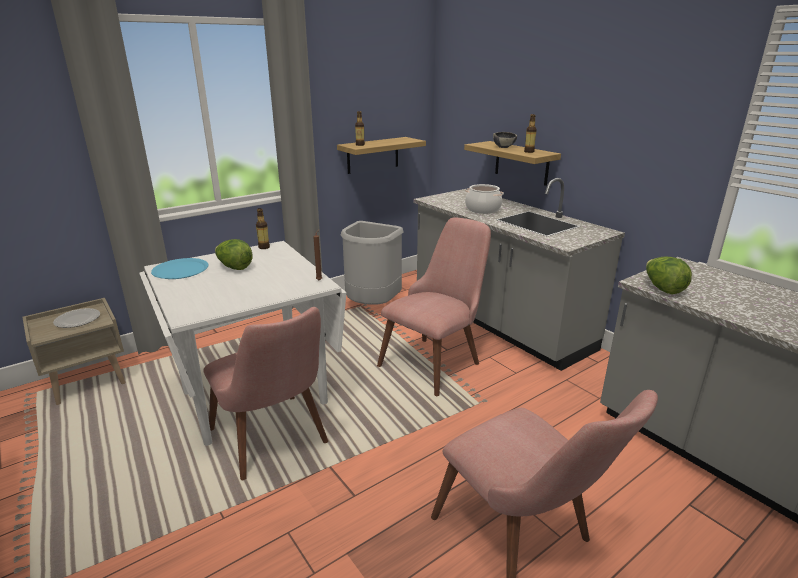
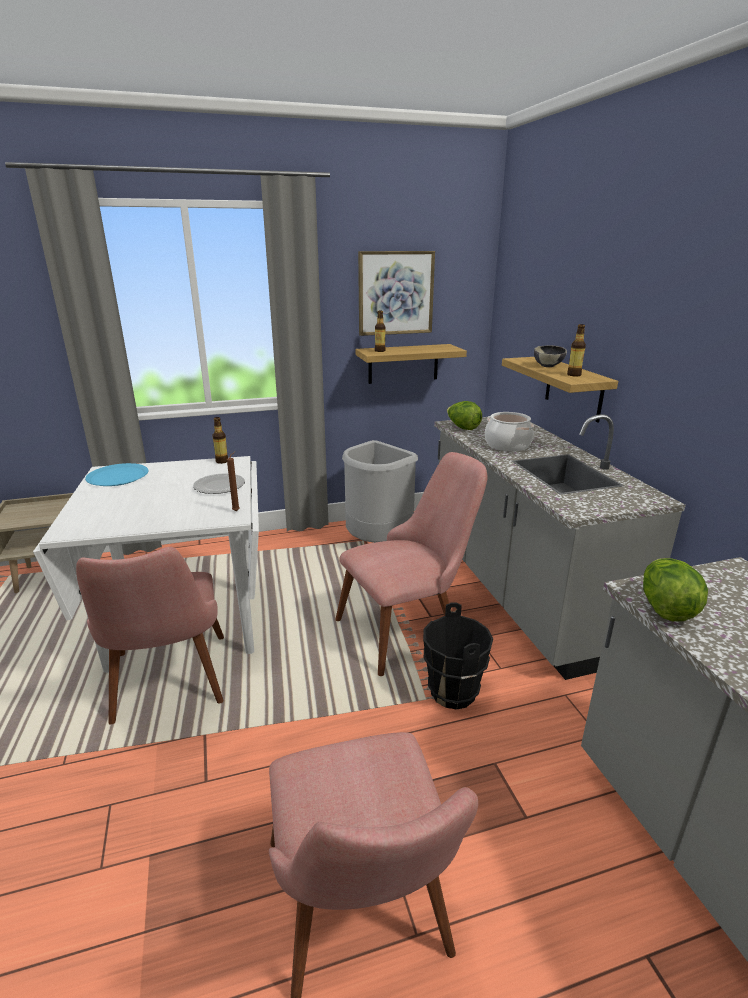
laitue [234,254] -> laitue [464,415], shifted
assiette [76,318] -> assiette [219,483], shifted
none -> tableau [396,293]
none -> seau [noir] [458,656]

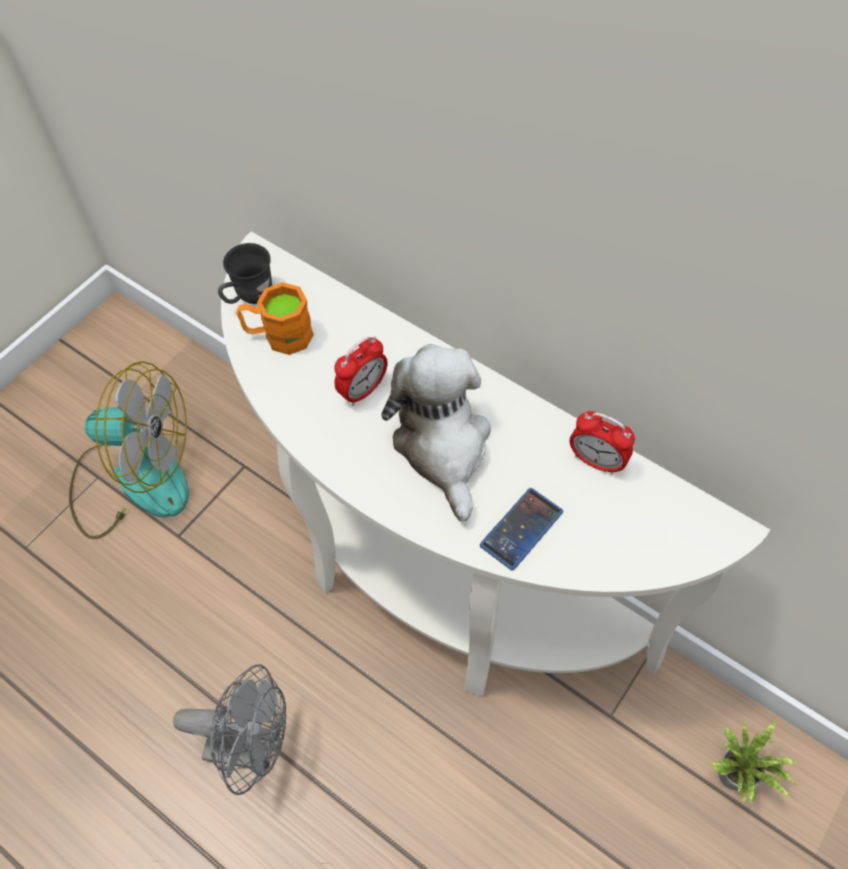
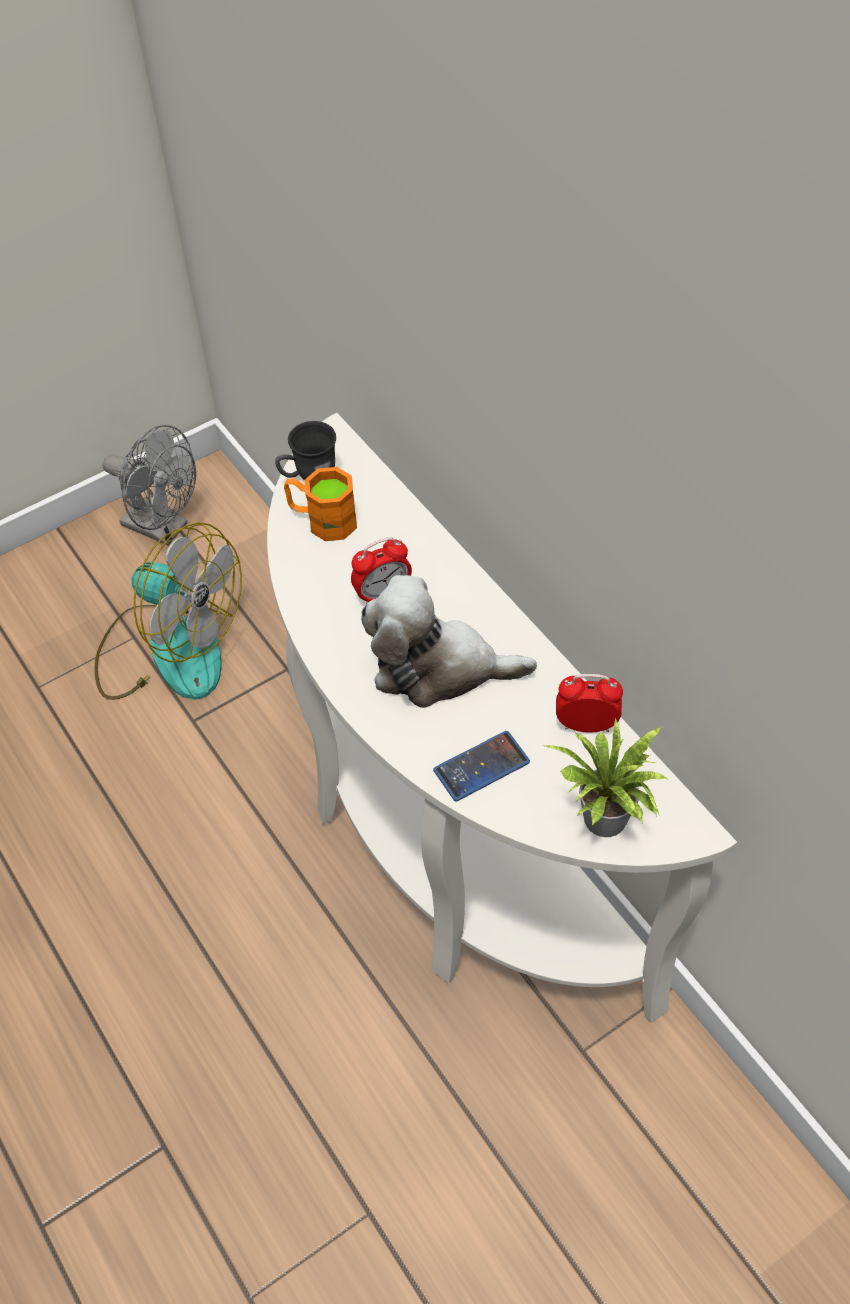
peluche [436,433] -> peluche [449,641], 90 degrees counterclockwise
réveil [602,442] -> réveil [589,703], 135 degrees clockwise
ventilateur [gris] [229,729] -> ventilateur [gris] [149,485], shifted
plante en pot [753,763] -> plante en pot [605,777], shifted

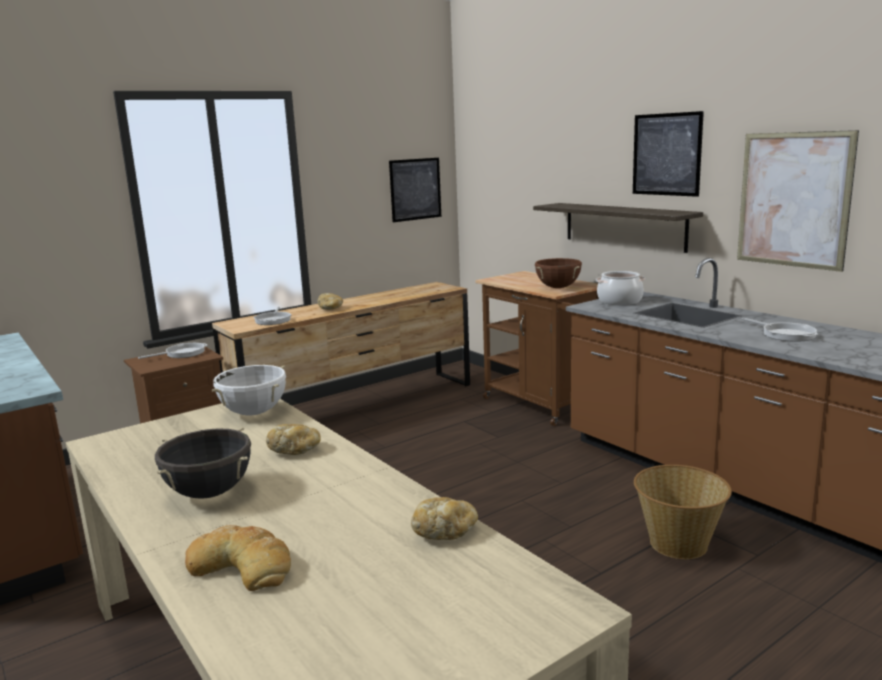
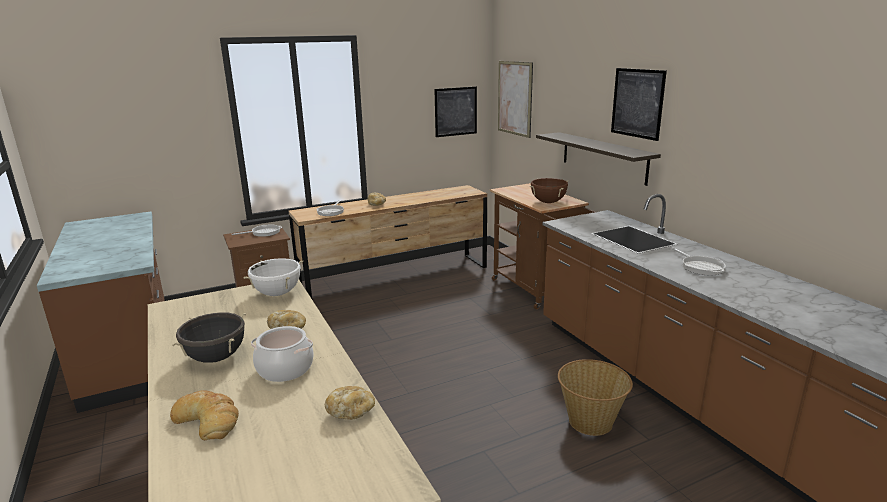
tableau [798,201] -> tableau [515,99], shifted
marmite [620,288] -> marmite [282,354], shifted

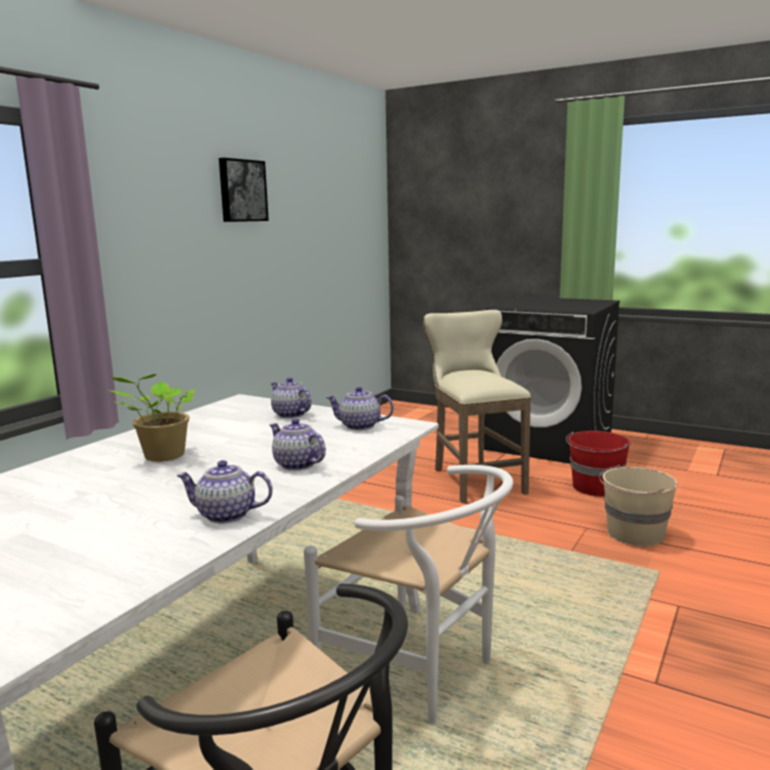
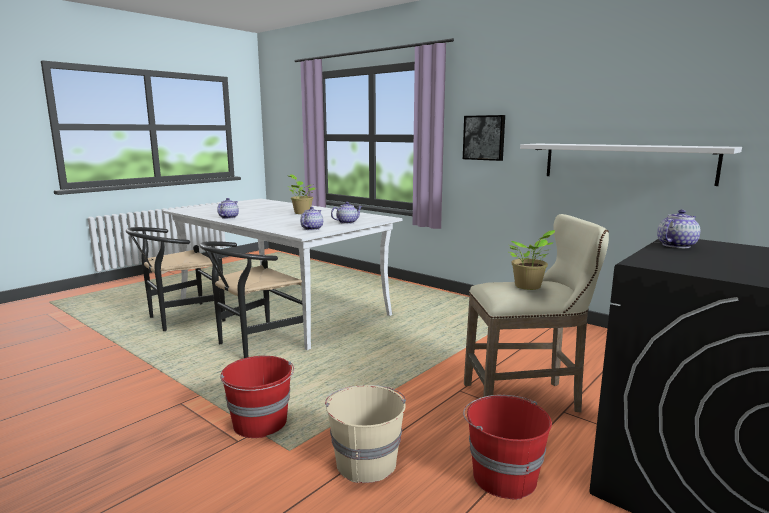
tableau [244,190] -> tableau [484,138], shifted
théière [298,445] -> théière [678,229], shifted
chaise [blanc] [408,594] -> chaise [noir] [251,299]
none -> étagère [blanc] [631,165]
none -> plante en pot [532,260]
none -> seau [rouge] [257,397]

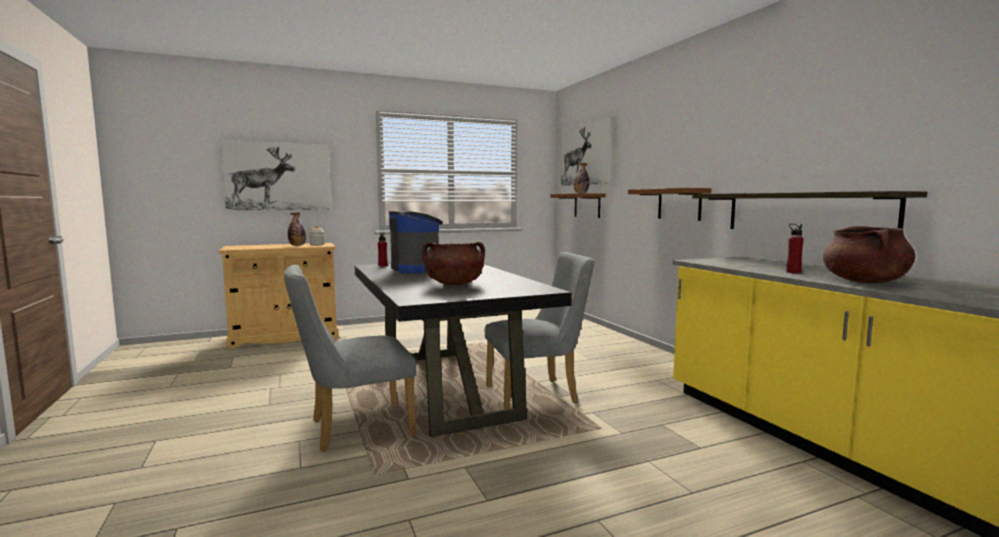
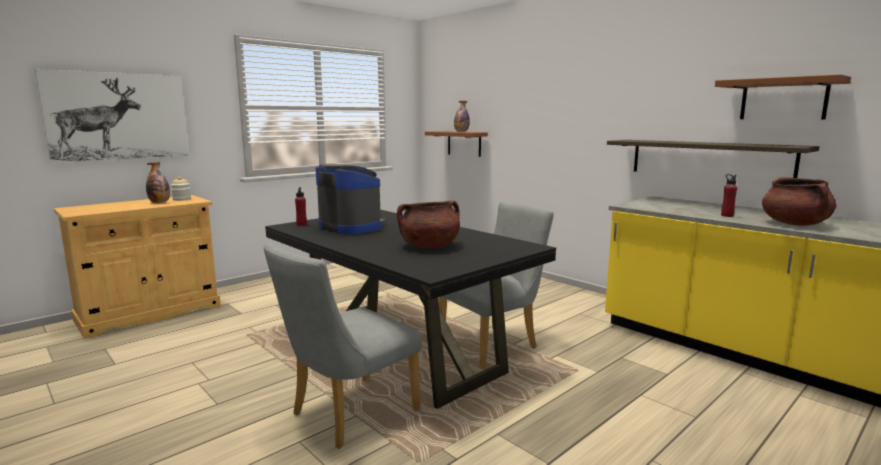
tableau [587,151] -> none
étagère [marron] [670,204] -> étagère [marron] [783,97], shifted

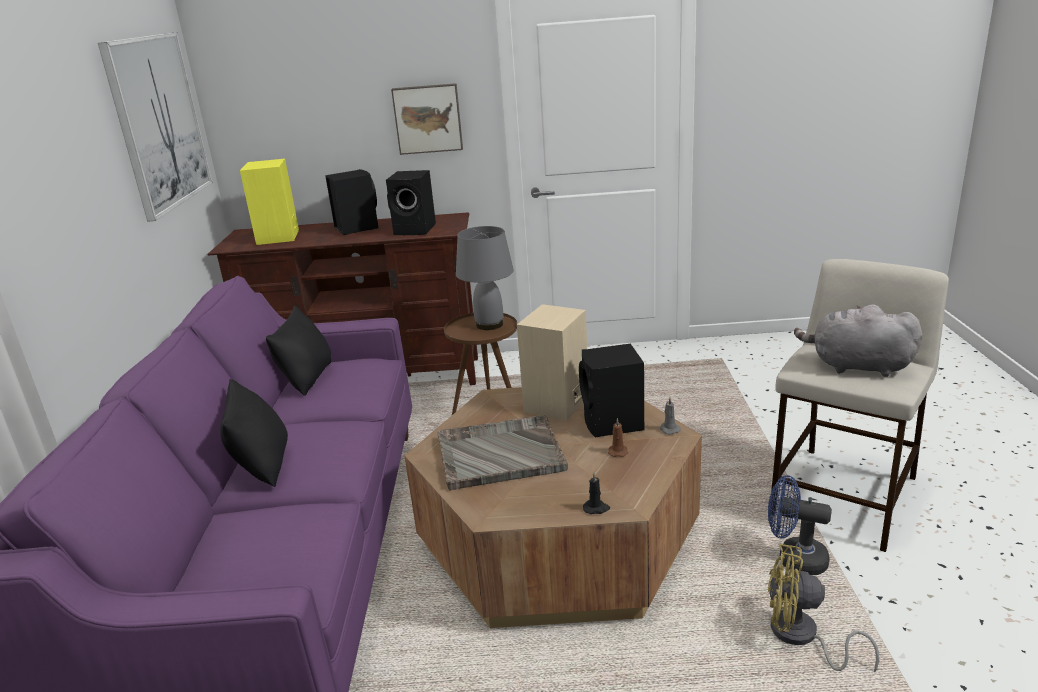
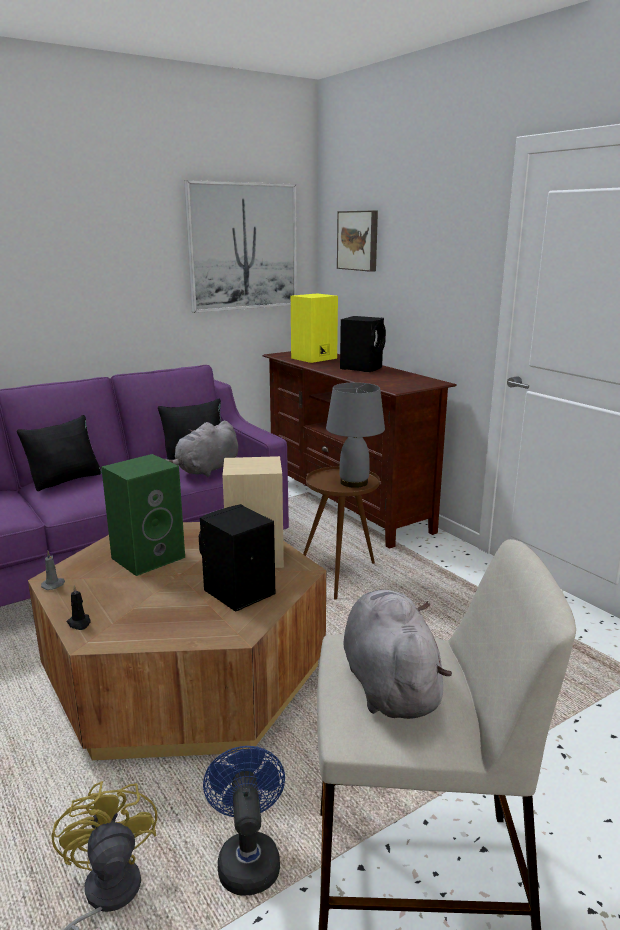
tableau [427,119] -> tableau [357,241], shifted
enceinte [noir] [411,202] -> none
bougie [gris] [670,416] -> bougie [gris] [53,570], shifted
plateau [gris] [502,453] -> enceinte [vert] [143,515]
bougie [marron] [618,437] -> none
none -> peluche [gris] [201,449]

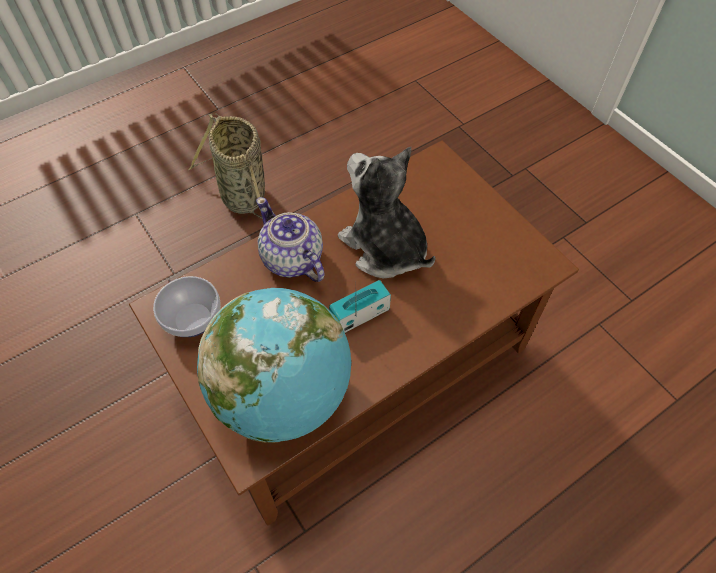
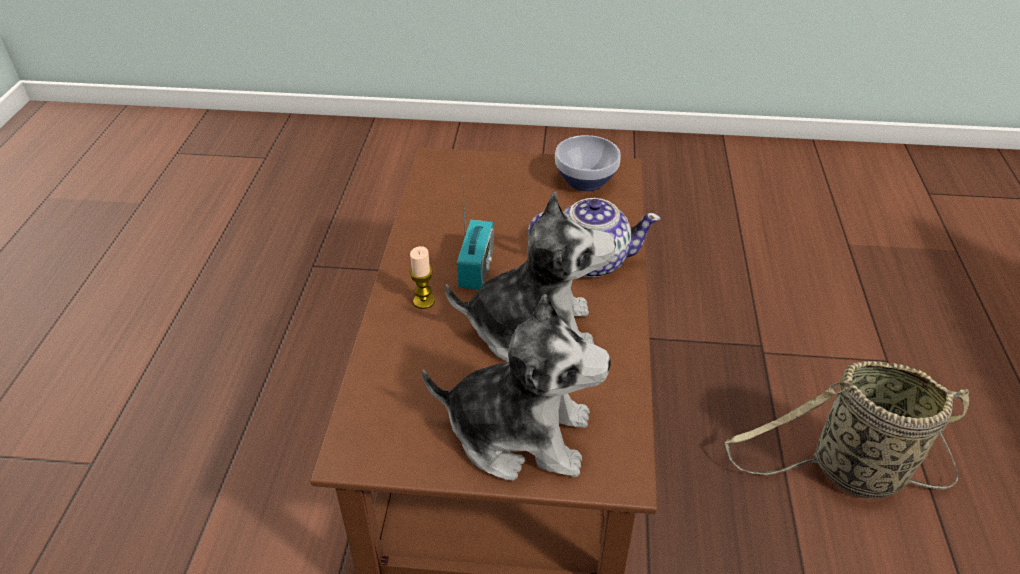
globe [274,365] -> none
none -> bougie [422,277]
none -> peluche [516,387]

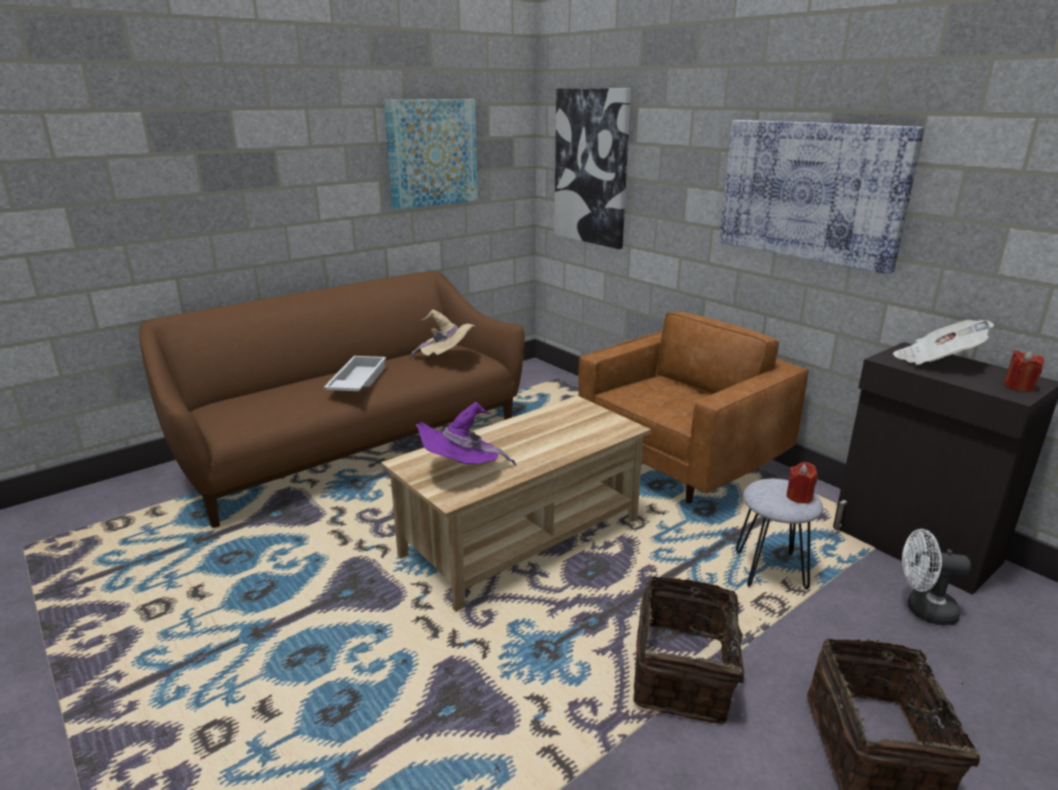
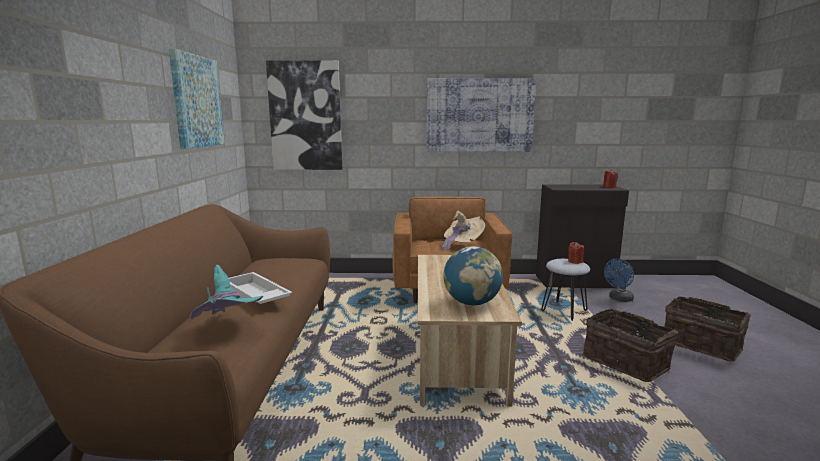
chapeau [beige] [442,334] -> chapeau [beige] [463,231], shifted
journal [943,342] -> none
chapeau [violet] [466,434] -> globe [473,275]
ventilateur [blanc] [936,577] -> ventilateur [bleu] [619,280]
none -> chapeau [turquoise] [226,292]

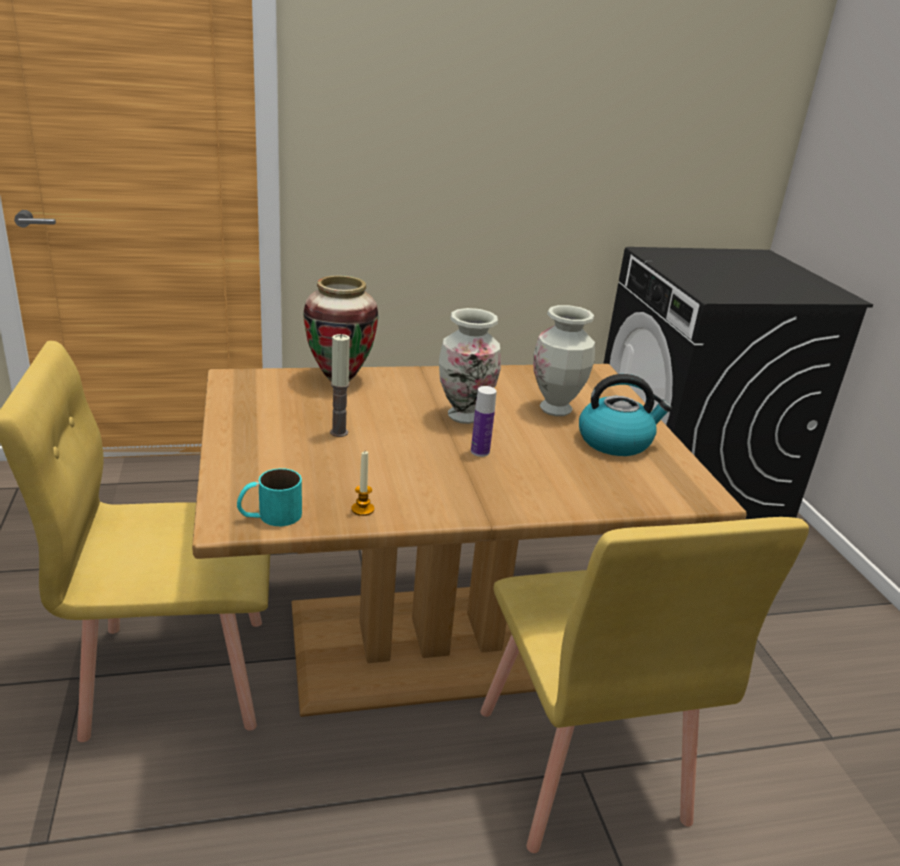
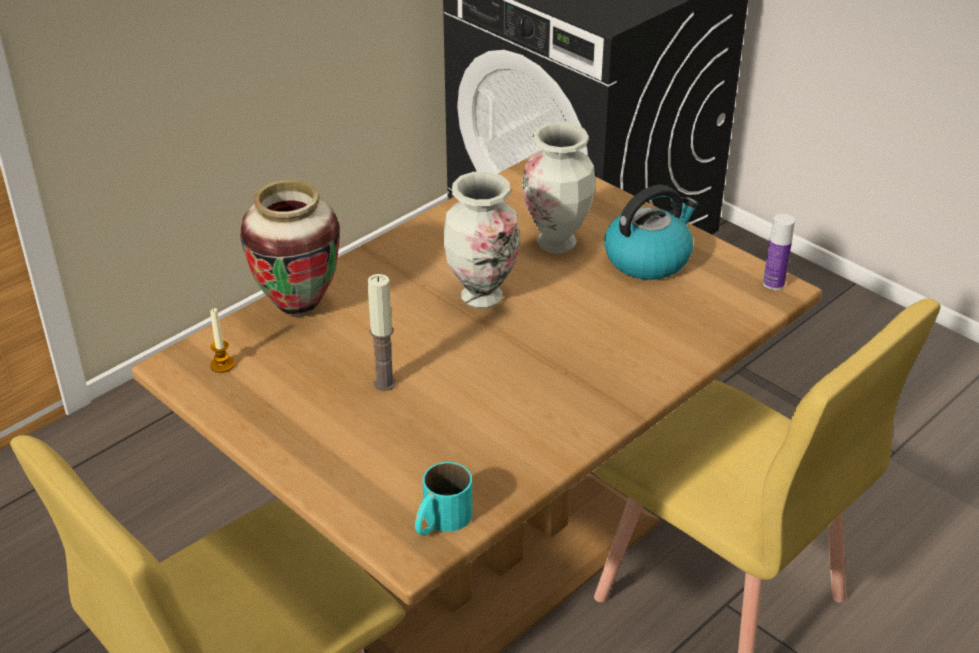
bouteille [484,421] -> bouteille [779,252], shifted
bougie [362,483] -> bougie [222,340], shifted

